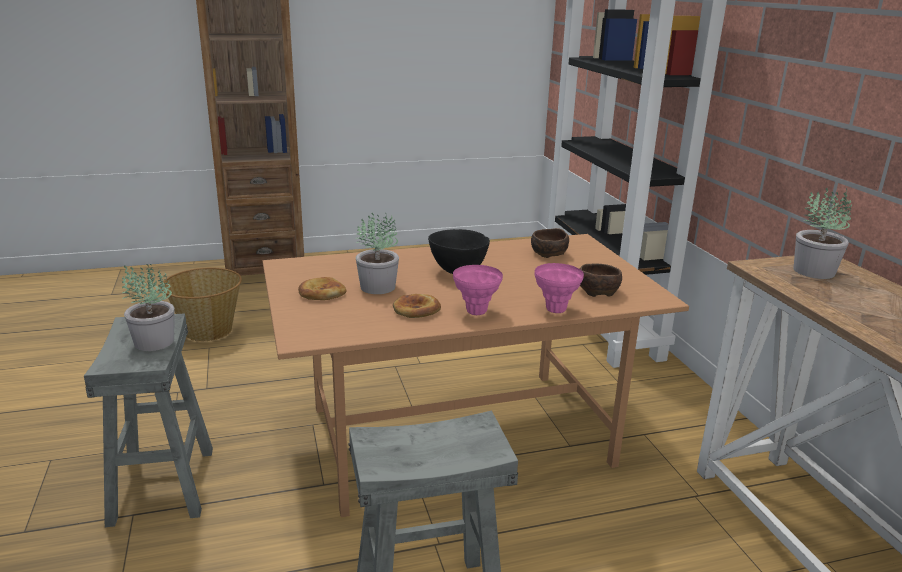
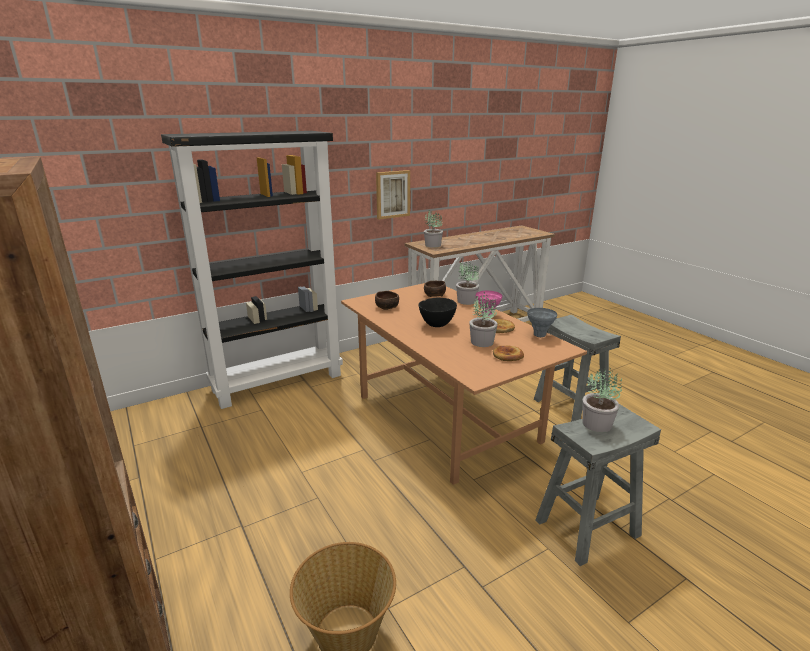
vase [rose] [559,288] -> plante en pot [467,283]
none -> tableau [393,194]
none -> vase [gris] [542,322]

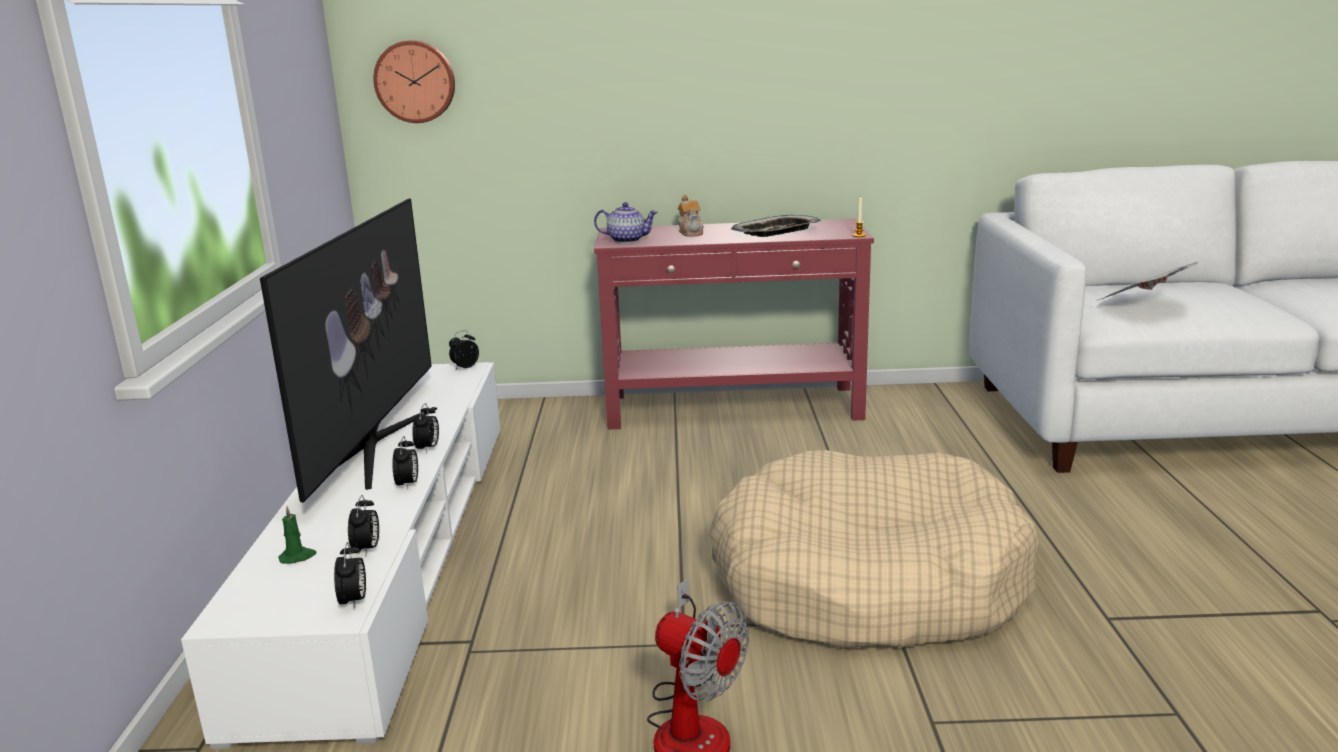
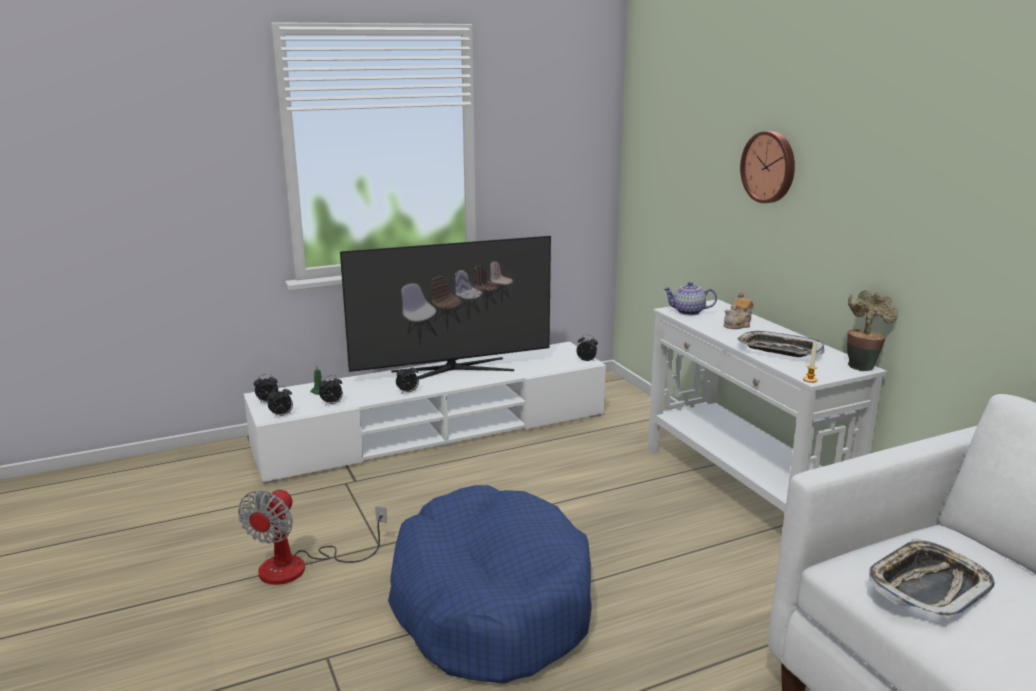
horloge murale [414,81] -> horloge murale [767,167], shifted
théière [626,222] -> théière [690,299], 120 degrees clockwise
table console [rouge] [734,324] -> table console [blanc] [767,406]
journal [1148,281] -> plateau [932,579]
réveil [425,428] -> réveil [266,389], shifted
panier pour chien [beige] [874,549] -> panier pour chien [bleu] [490,584]
none -> plante en pot [872,330]

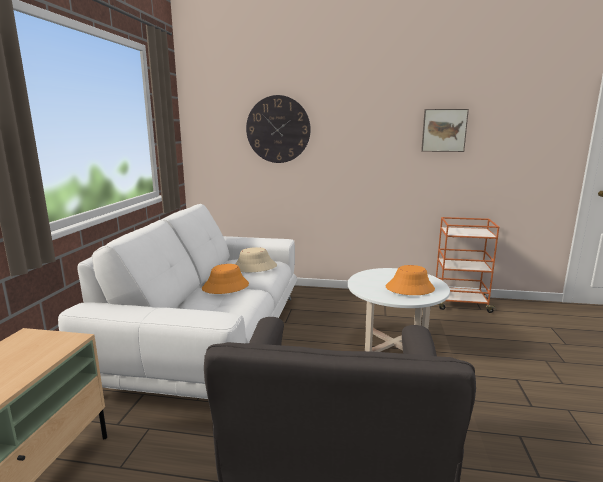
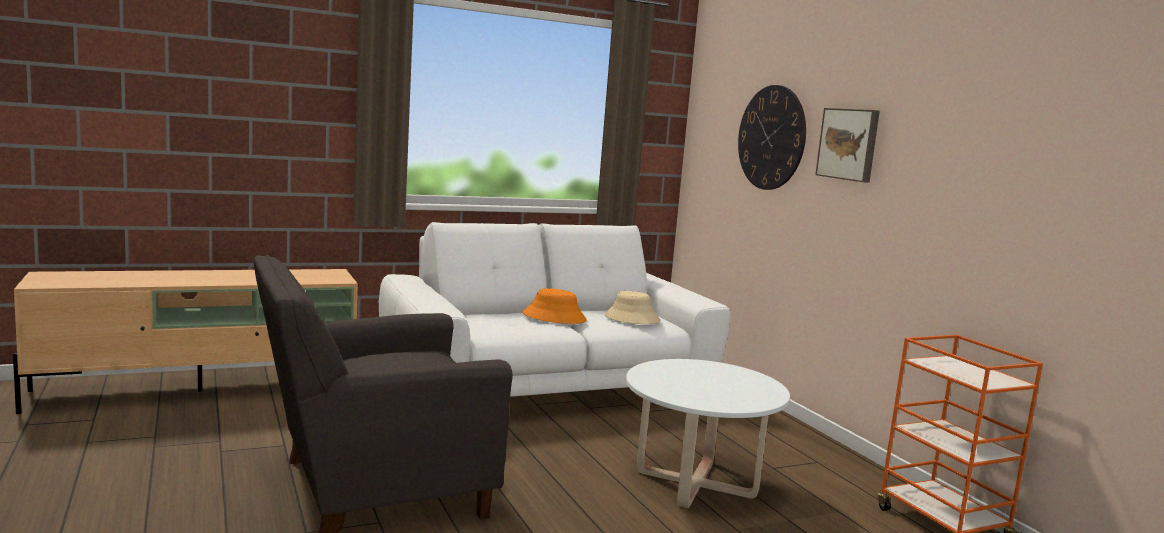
tableau [445,130] -> tableau [847,145], shifted
chapeau [orange] [410,280] -> none

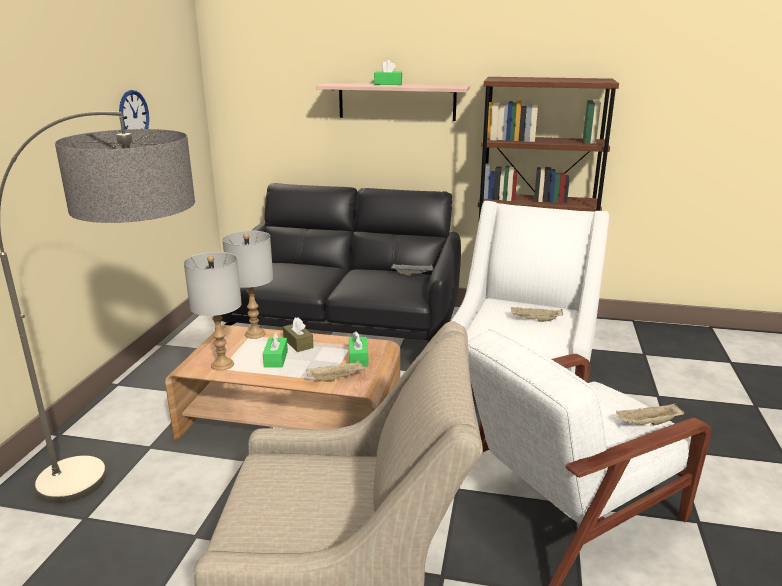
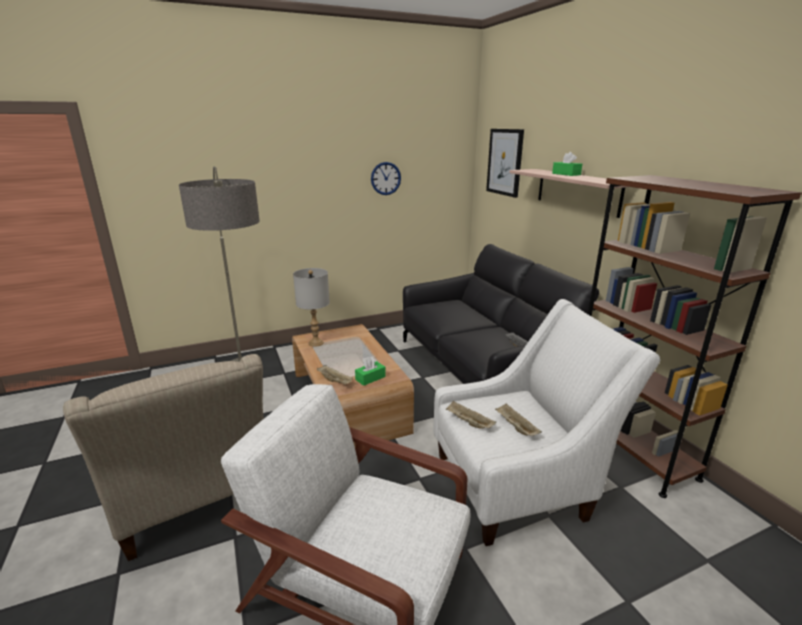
lampe de table [gris] [247,284] -> none
boîte à mouchoirs [marron] [298,335] -> none
boîte à mouchoirs [vert] [275,350] -> none
plateau [beige] [650,414] -> plateau [beige] [471,415], shifted
none -> tableau [505,163]

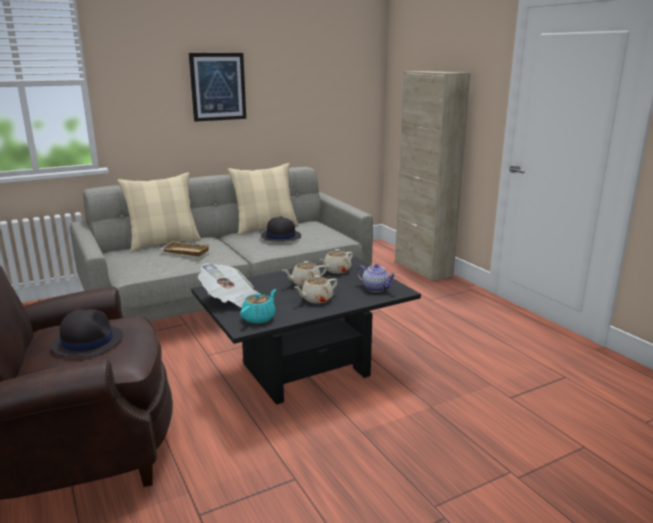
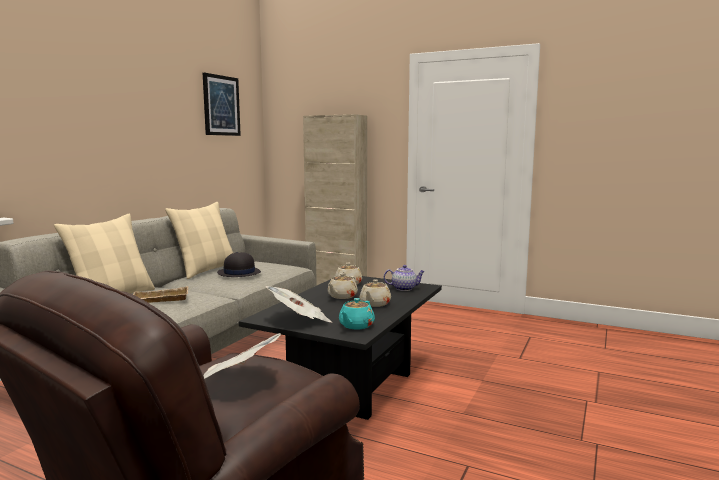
tableau [217,87] -> tableau [222,104], shifted
théière [turquoise] [258,306] -> théière [turquoise] [357,314], 150 degrees counterclockwise
chapeau [noir] [87,333] -> journal [242,356]

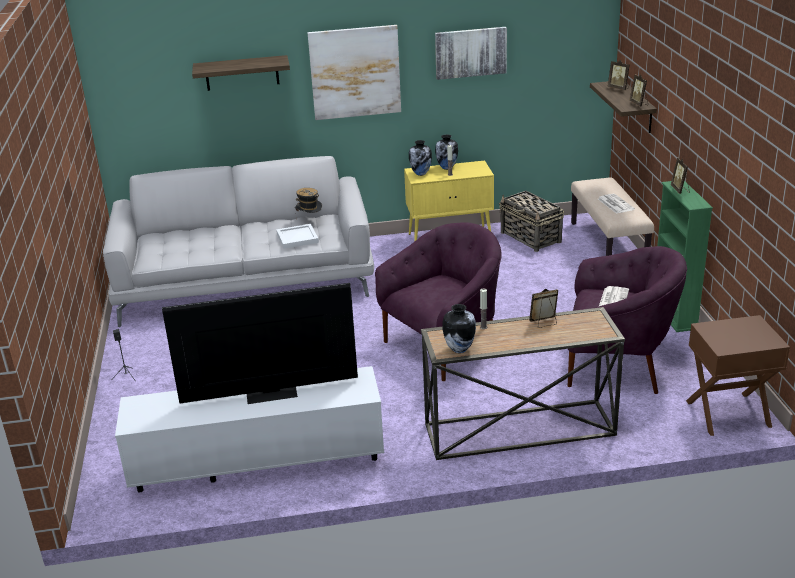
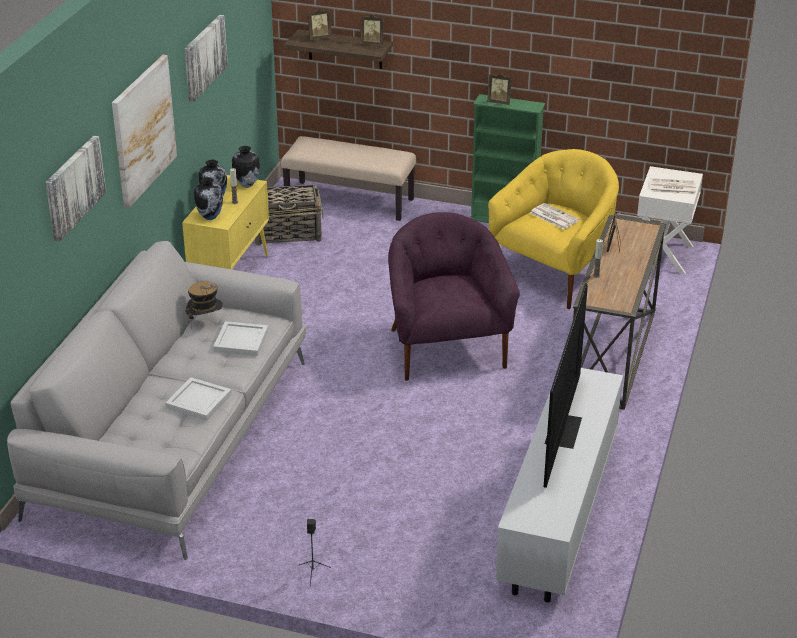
étagère [241,73] -> tableau [75,188]
journal [616,204] -> journal [673,186], shifted
fauteuil [violet] [627,320] -> fauteuil [jaune] [553,229]
vase [459,328] -> vase [246,166], shifted
table de chevet [marron] [738,375] -> table de chevet [blanc] [670,220]
none -> plateau [blanc] [199,399]

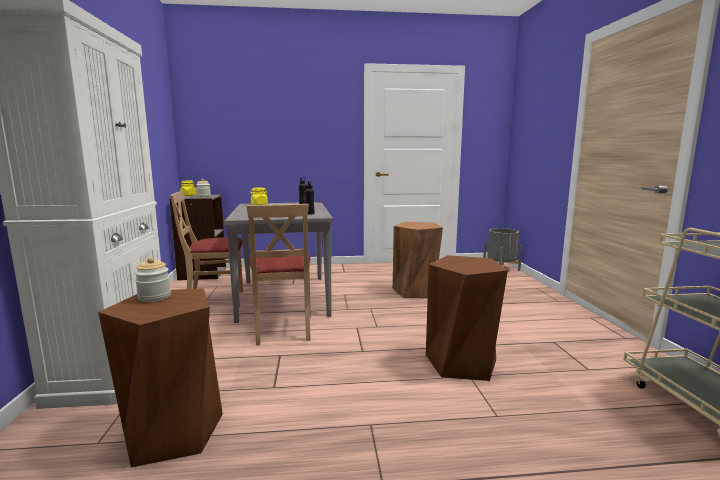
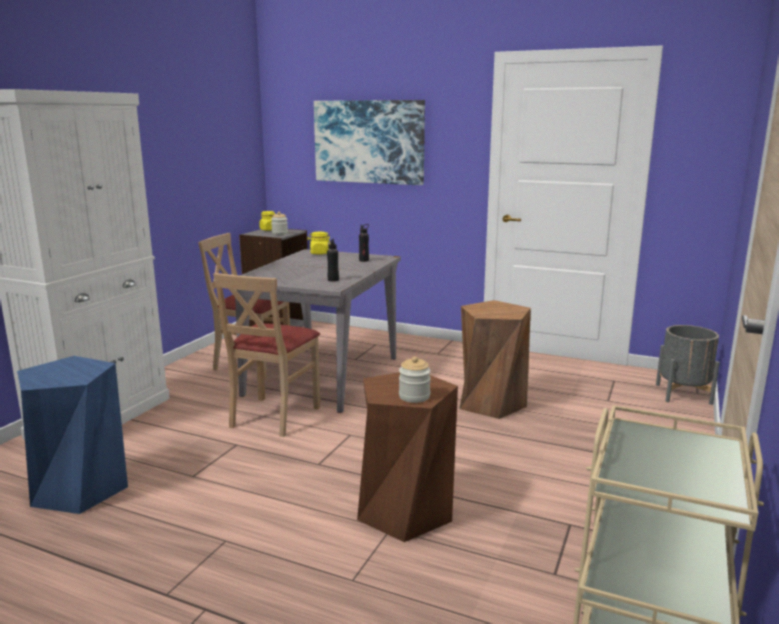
bocal [152,279] -> bocal [415,379], shifted
tabouret [marron] [160,377] -> tabouret [bleu] [72,435]
none -> tableau [369,142]

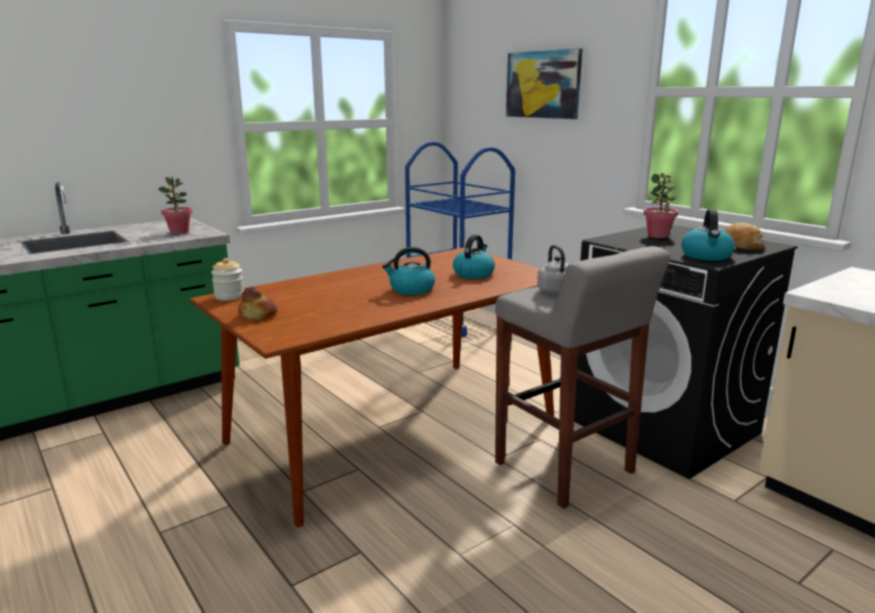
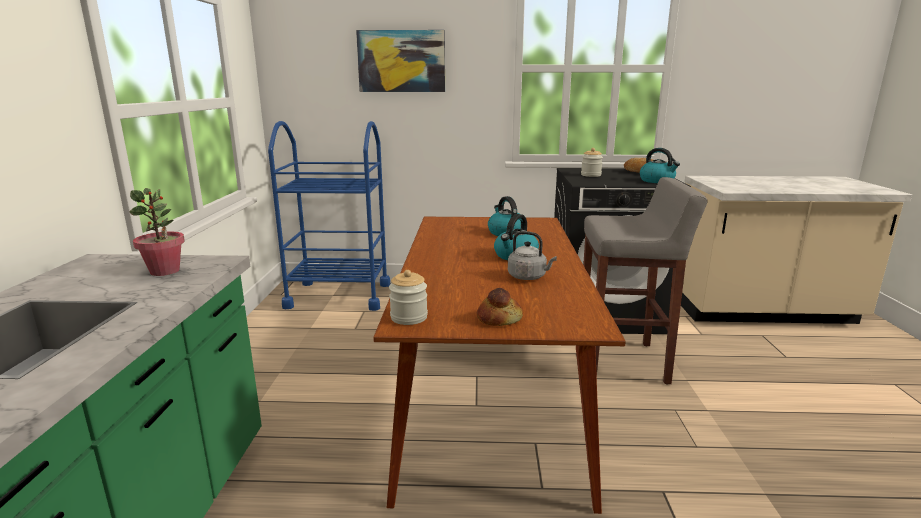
plante en pot [661,205] -> bocal [592,162]
bouilloire [gris] [553,270] -> bouilloire [gris] [532,255], shifted

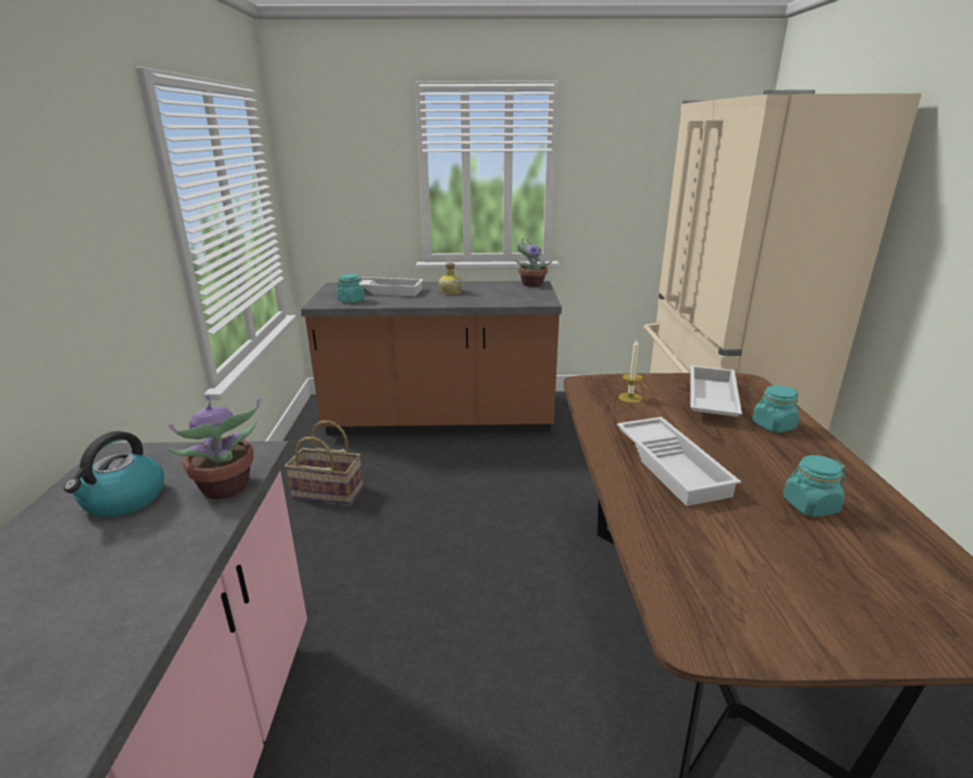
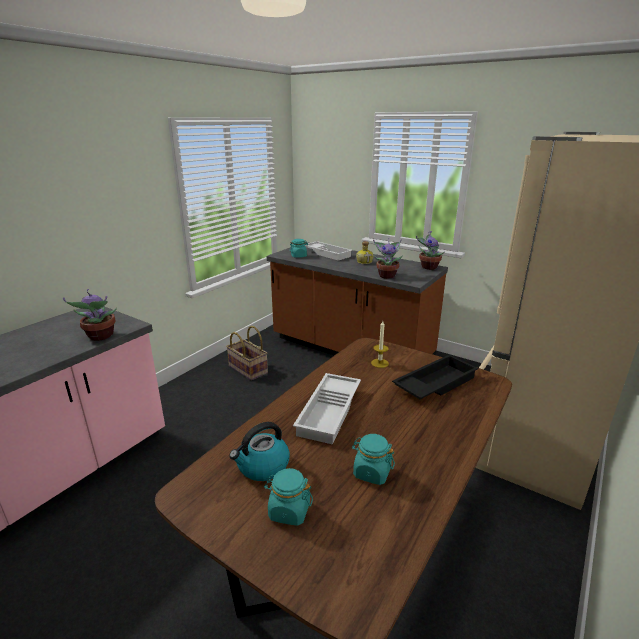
plateau [blanc] [716,391] -> plateau [noir] [435,376]
bocal [turquoise] [775,409] -> bocal [turquoise] [288,497], shifted
bouilloire [114,474] -> bouilloire [259,451], shifted
none -> plante en pot [388,258]

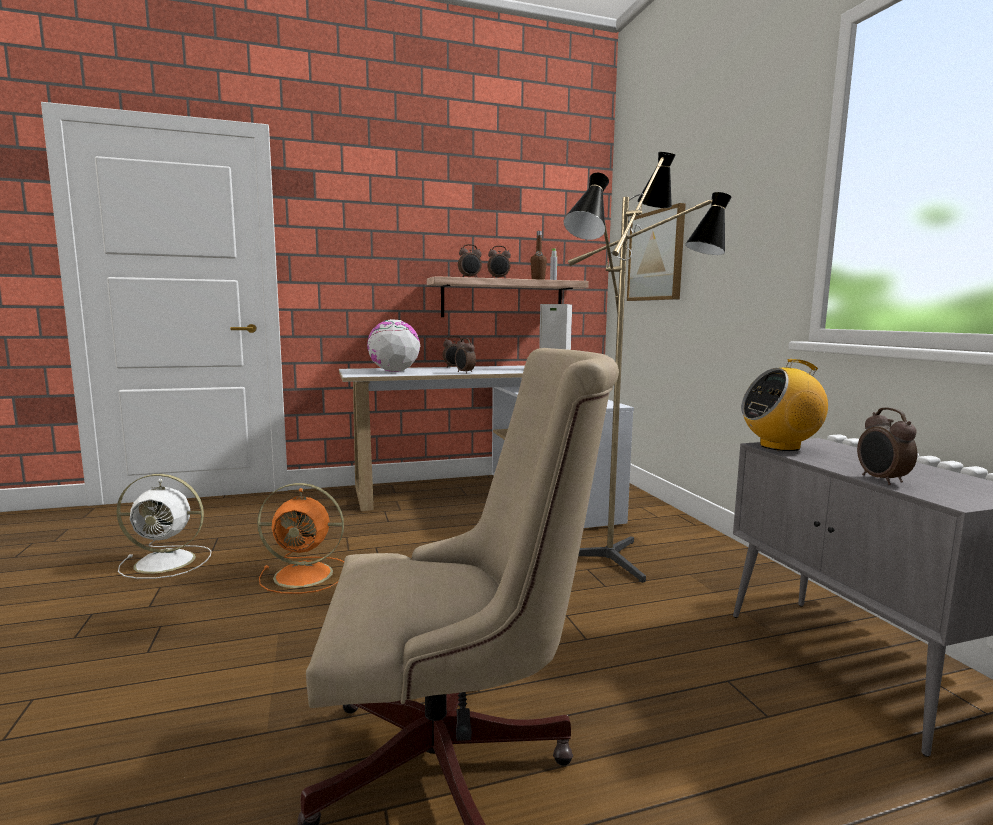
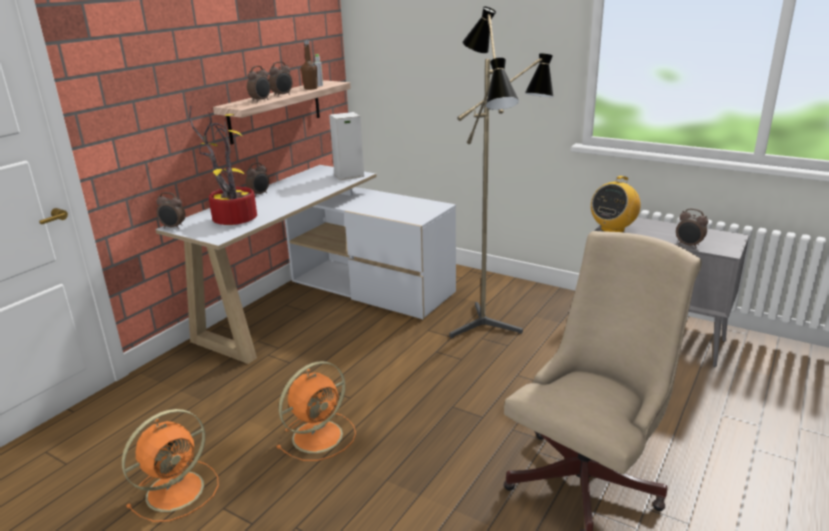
tableau [656,252] -> none
globe [393,345] -> plante en pot [223,165]
réveil [465,356] -> réveil [171,210], shifted
ventilateur [blanc] [163,526] -> ventilateur [orange] [170,465]

